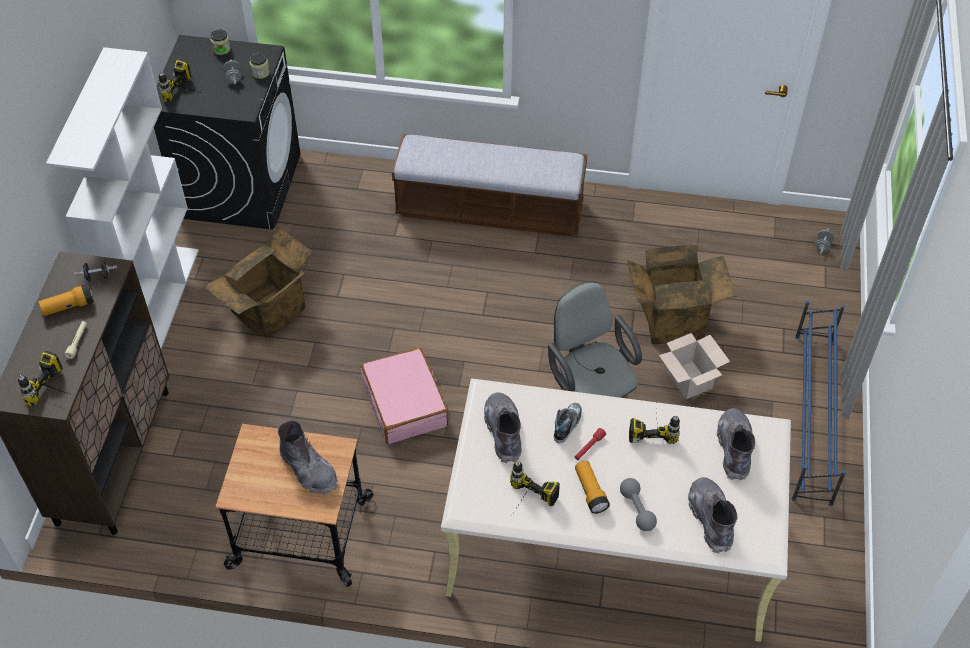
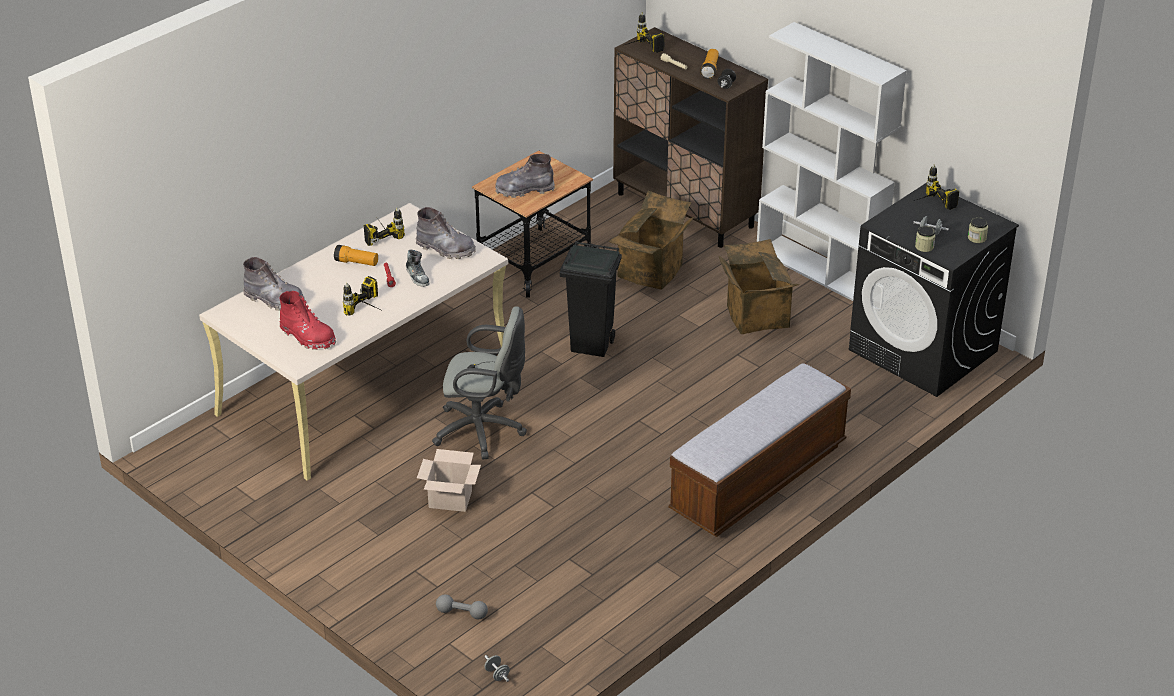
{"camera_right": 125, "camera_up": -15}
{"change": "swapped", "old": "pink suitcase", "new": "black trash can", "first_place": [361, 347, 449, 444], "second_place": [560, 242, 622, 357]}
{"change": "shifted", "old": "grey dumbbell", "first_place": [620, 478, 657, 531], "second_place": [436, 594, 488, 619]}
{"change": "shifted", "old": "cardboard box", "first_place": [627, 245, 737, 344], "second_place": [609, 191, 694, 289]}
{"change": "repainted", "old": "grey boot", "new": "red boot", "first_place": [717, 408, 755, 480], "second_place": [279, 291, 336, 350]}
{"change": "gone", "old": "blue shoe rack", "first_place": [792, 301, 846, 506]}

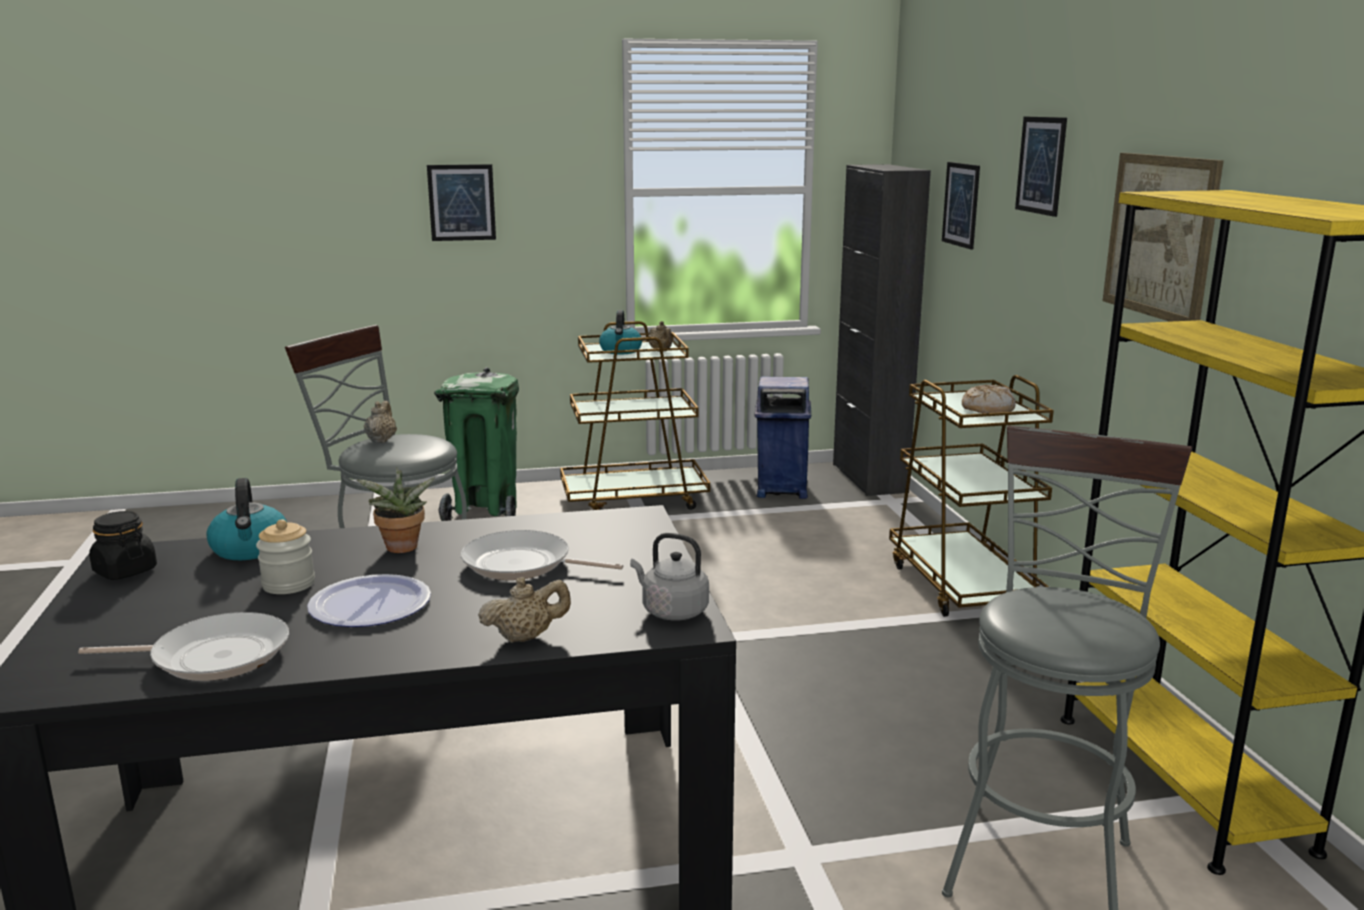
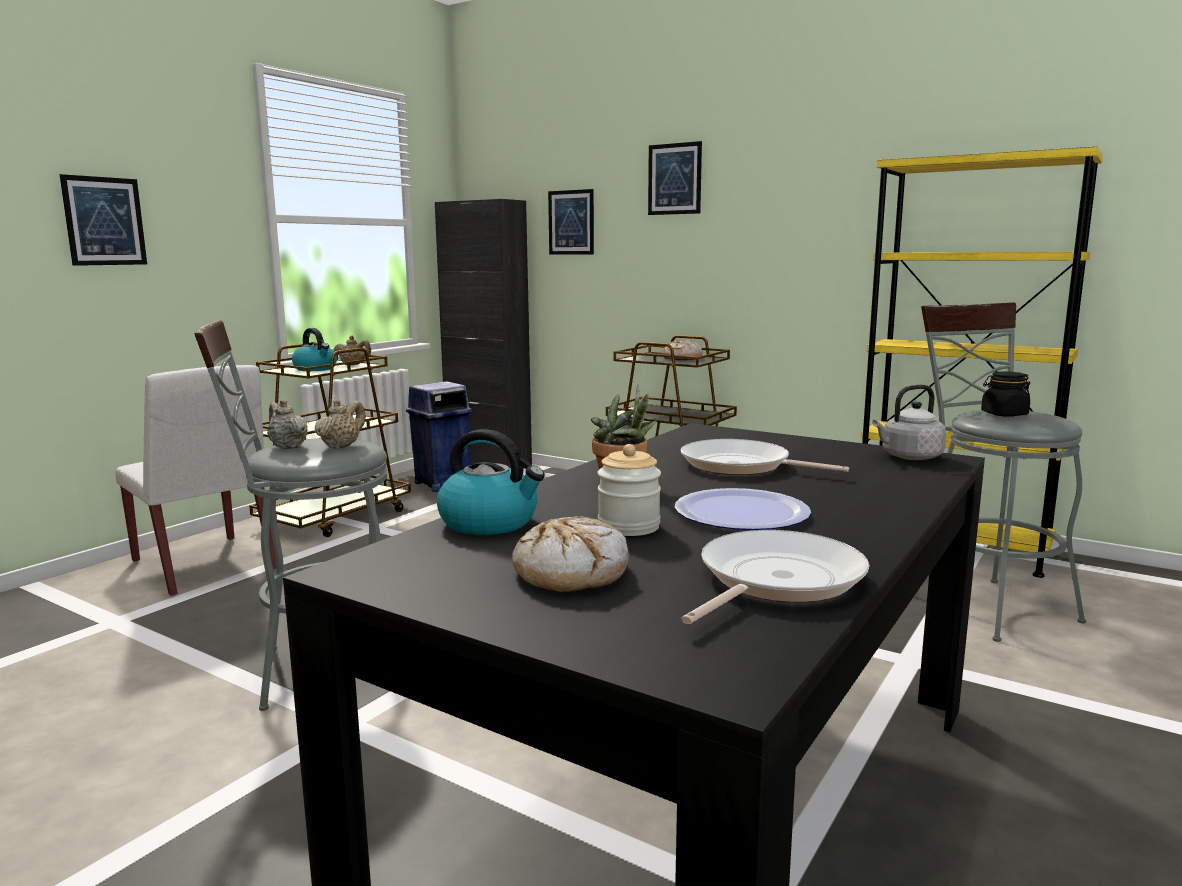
{"camera_right": -45, "camera_up": -5}
{"change": "shifted", "old": "black jar", "first_place": [89, 511, 157, 580], "second_place": [981, 371, 1030, 417]}
{"change": "swapped", "old": "green trash can", "new": "white chair", "first_place": [434, 367, 519, 521], "second_place": [115, 365, 276, 596]}
{"change": "rotated", "old": "frying pan", "first_place": [460, 530, 623, 580], "second_place": [681, 439, 849, 475], "degrees": 60}
{"change": "shifted", "old": "beige teapot", "first_place": [478, 577, 571, 643], "second_place": [315, 399, 366, 449]}
{"change": "gone", "old": "picture", "first_place": [1103, 153, 1224, 322]}
{"change": "new", "new": "bread", "second_place": [512, 516, 629, 592]}

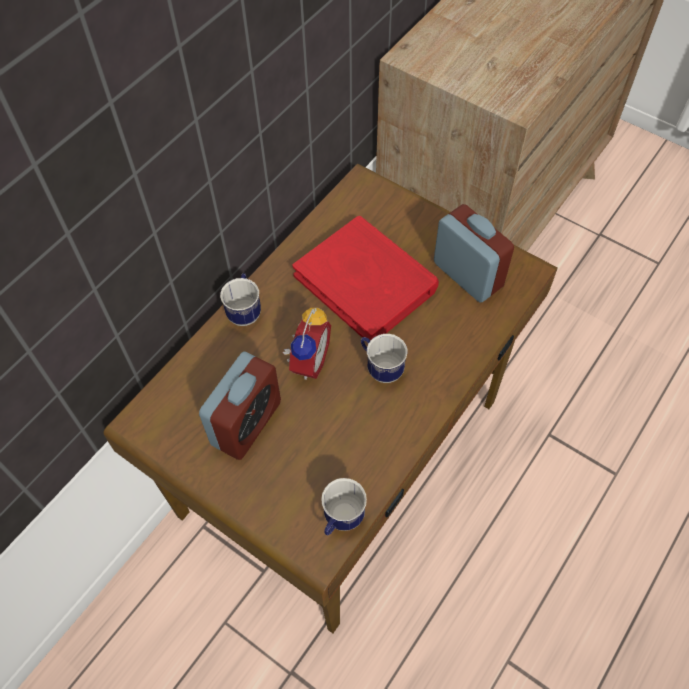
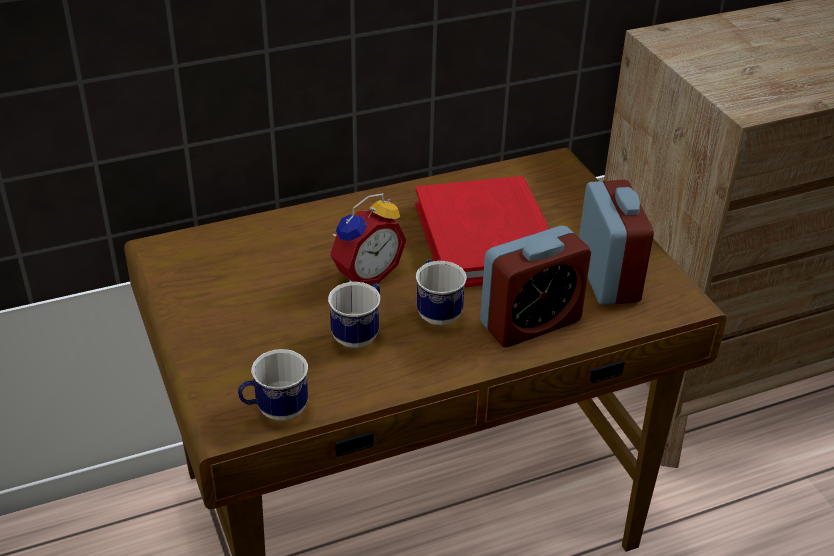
{"camera_right": 30, "camera_up": -20}
{"change": "shifted", "old": "alarm clock", "first_place": [199, 351, 281, 460], "second_place": [480, 226, 591, 347]}
{"change": "shifted", "old": "mug", "first_place": [220, 273, 261, 326], "second_place": [328, 282, 380, 348]}

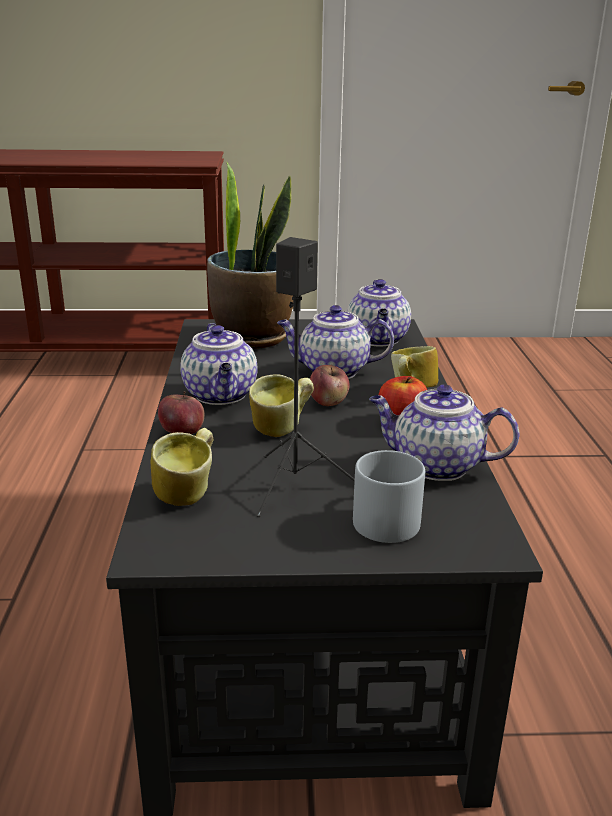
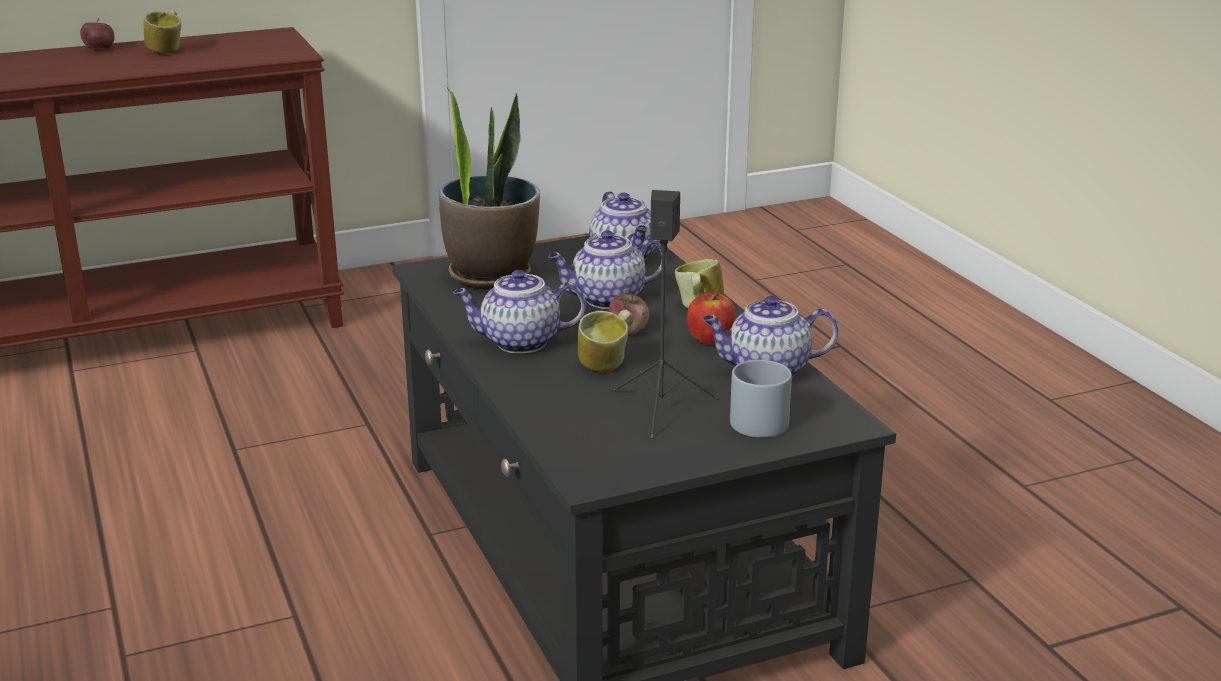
{"camera_right": -20, "camera_up": 0}
{"change": "shifted", "old": "mug", "first_place": [150, 428, 213, 506], "second_place": [144, 10, 182, 53]}
{"change": "shifted", "old": "apple", "first_place": [158, 391, 205, 434], "second_place": [80, 18, 115, 49]}
{"change": "rotated", "old": "teapot", "first_place": [180, 323, 258, 405], "second_place": [453, 270, 586, 353], "degrees": 120}

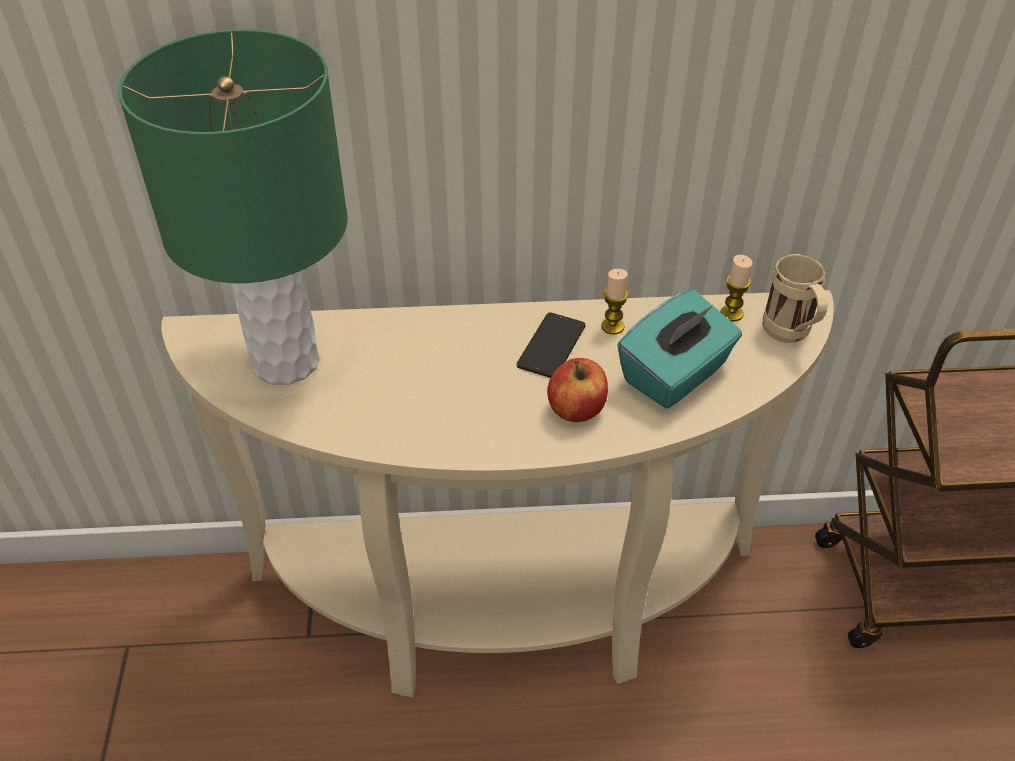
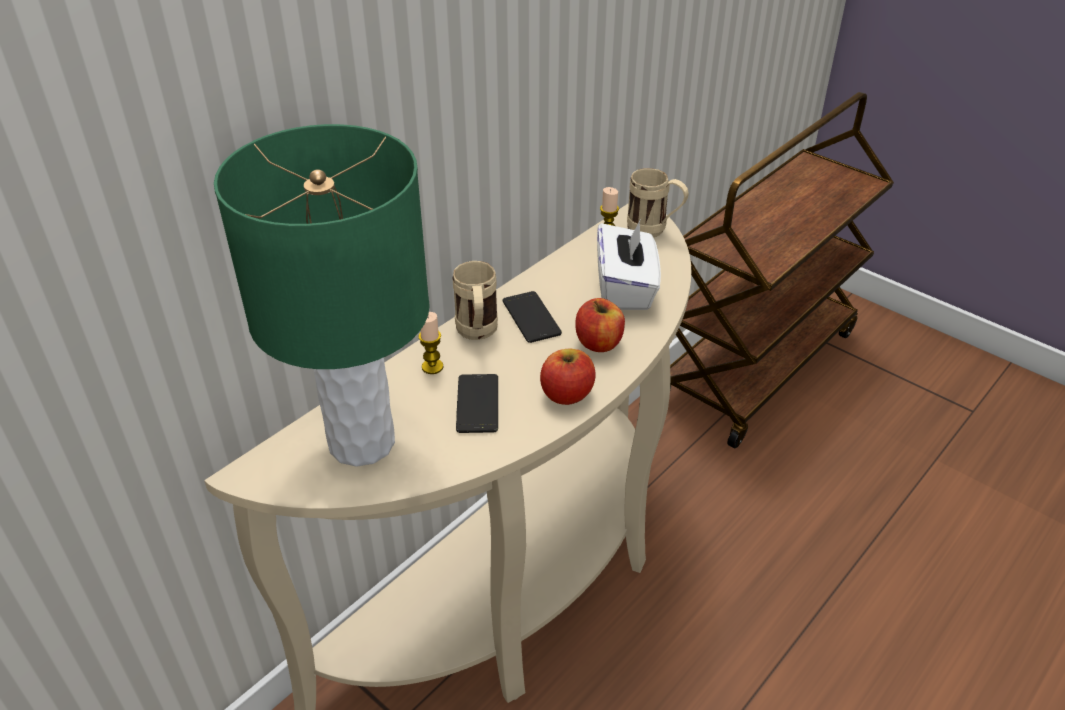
{"camera_right": -45, "camera_up": -5}
{"change": "shifted", "old": "candle", "first_place": [601, 269, 628, 335], "second_place": [418, 312, 443, 374]}
{"change": "repainted", "old": "turquoise tissue box", "new": "white tissue box", "first_place": [617, 290, 742, 408], "second_place": [597, 220, 661, 310]}
{"change": "new", "new": "beige mug", "second_place": [452, 261, 498, 340]}
{"change": "new", "new": "phone", "second_place": [456, 374, 498, 433]}
{"change": "new", "new": "apple", "second_place": [540, 348, 596, 405]}

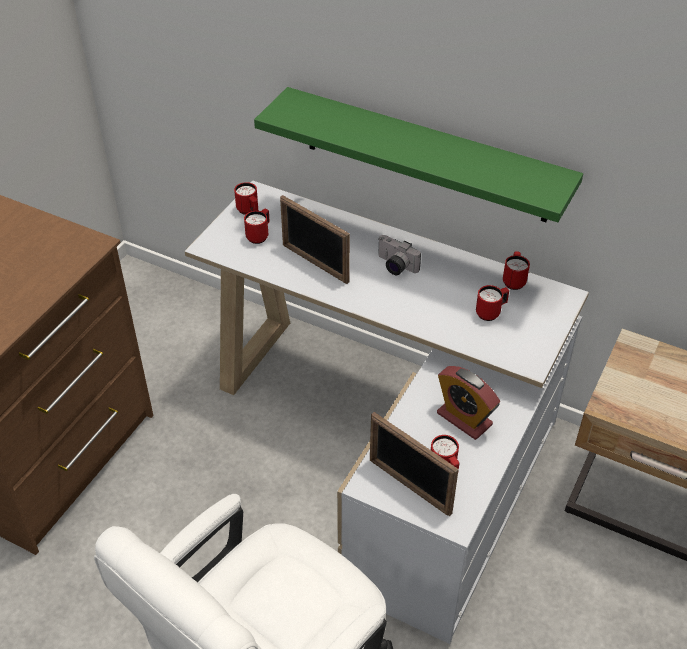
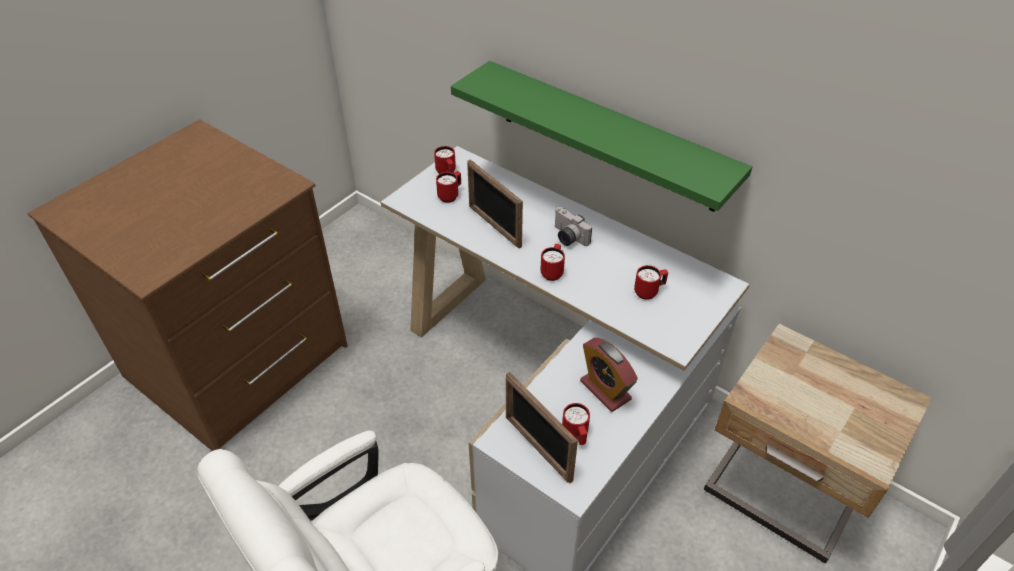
{"camera_right": 10, "camera_up": 0}
{"change": "shifted", "old": "red mug", "first_place": [503, 251, 530, 290], "second_place": [541, 244, 565, 281]}

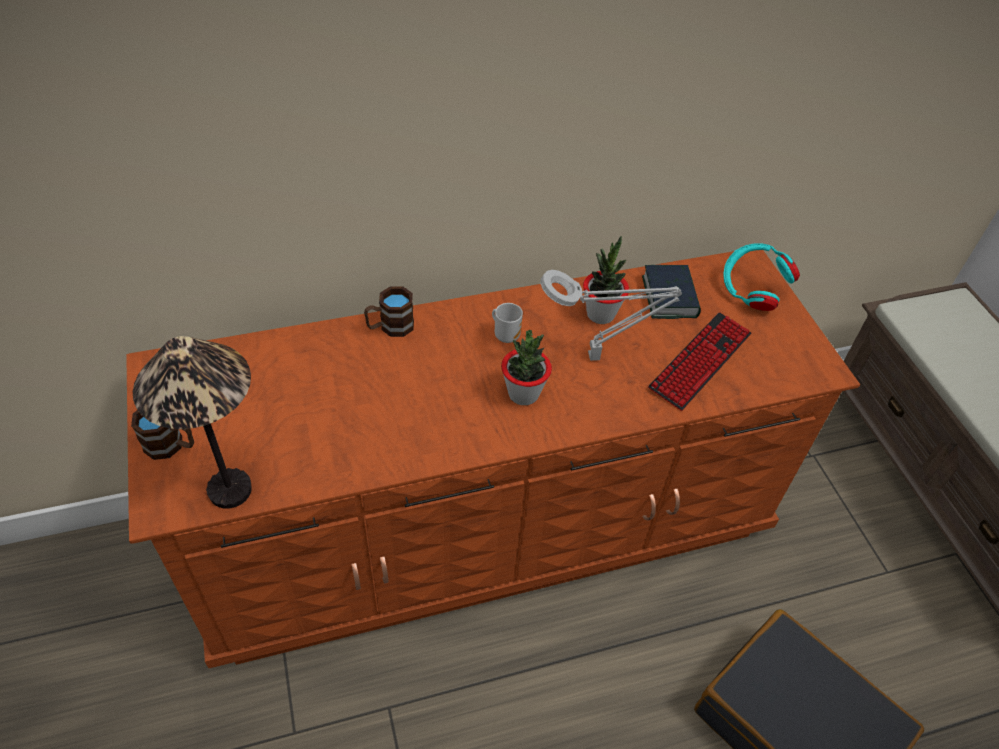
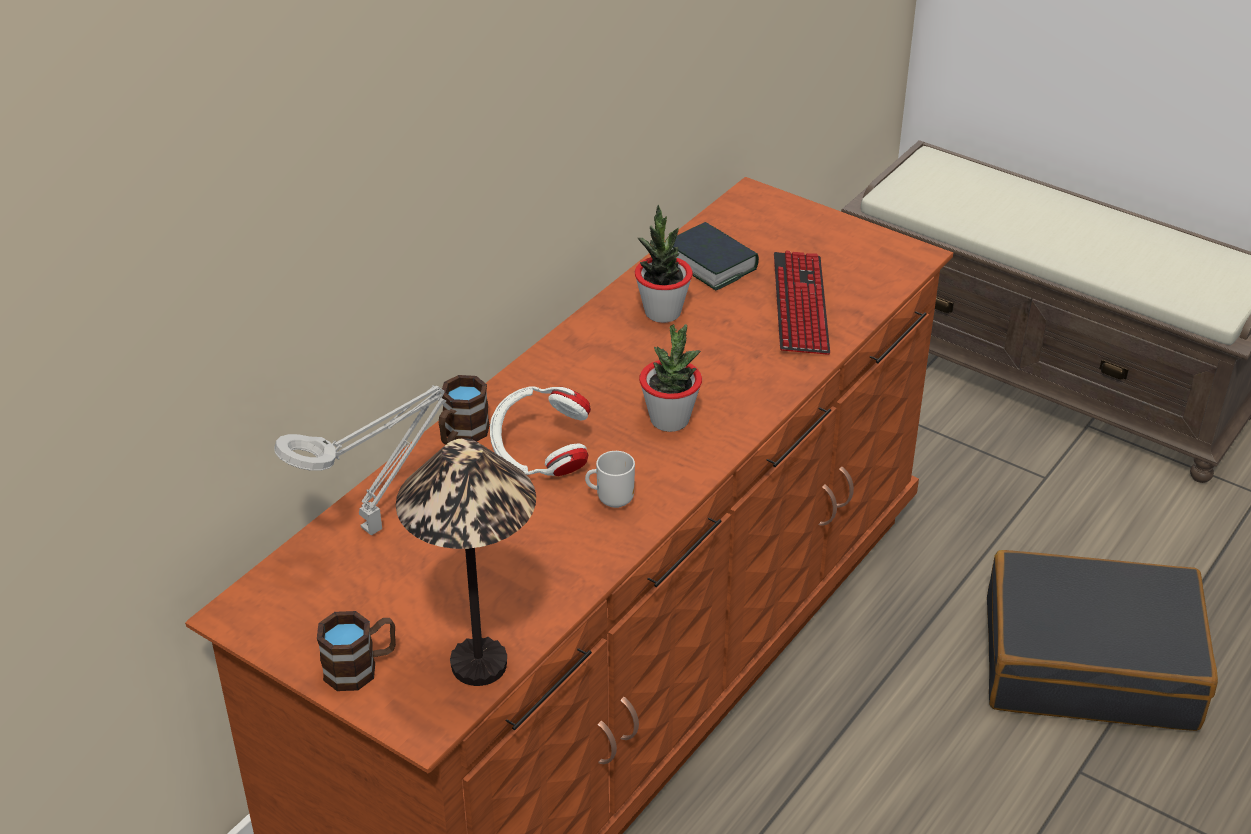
{"camera_right": -35, "camera_up": -10}
{"change": "shifted", "old": "mug", "first_place": [492, 303, 523, 343], "second_place": [585, 451, 635, 508]}
{"change": "shifted", "old": "grey table lamp", "first_place": [540, 270, 682, 361], "second_place": [274, 385, 446, 536]}
{"change": "gone", "old": "turquoise headphones", "first_place": [723, 244, 800, 311]}
{"change": "new", "new": "white headphones", "second_place": [490, 387, 591, 476]}

